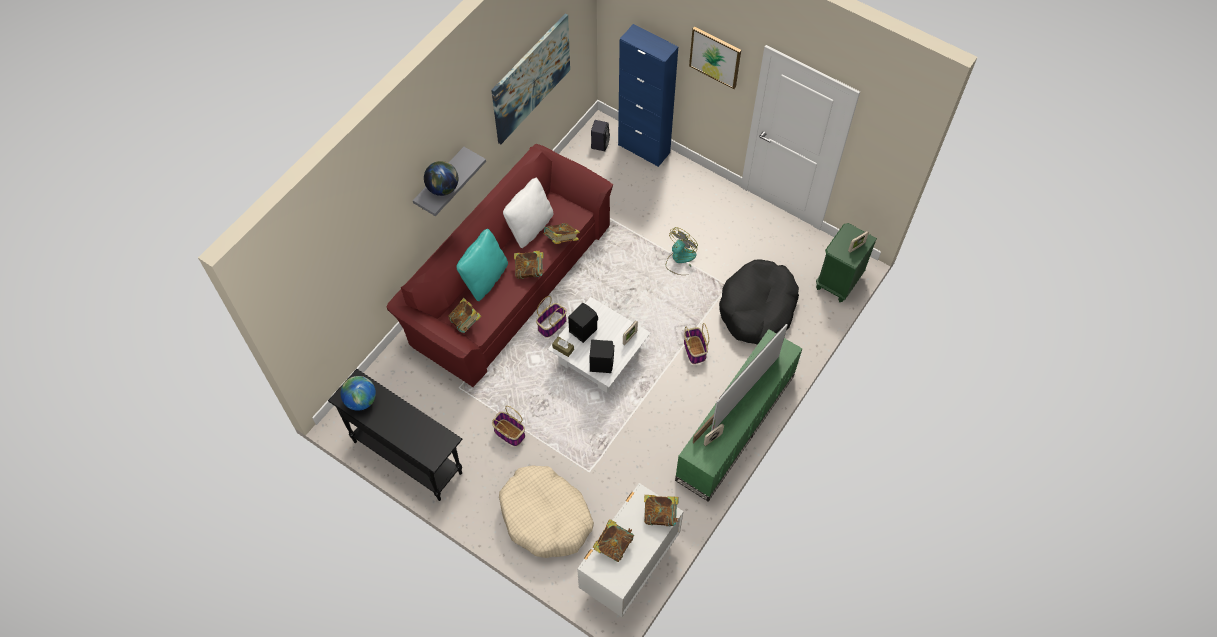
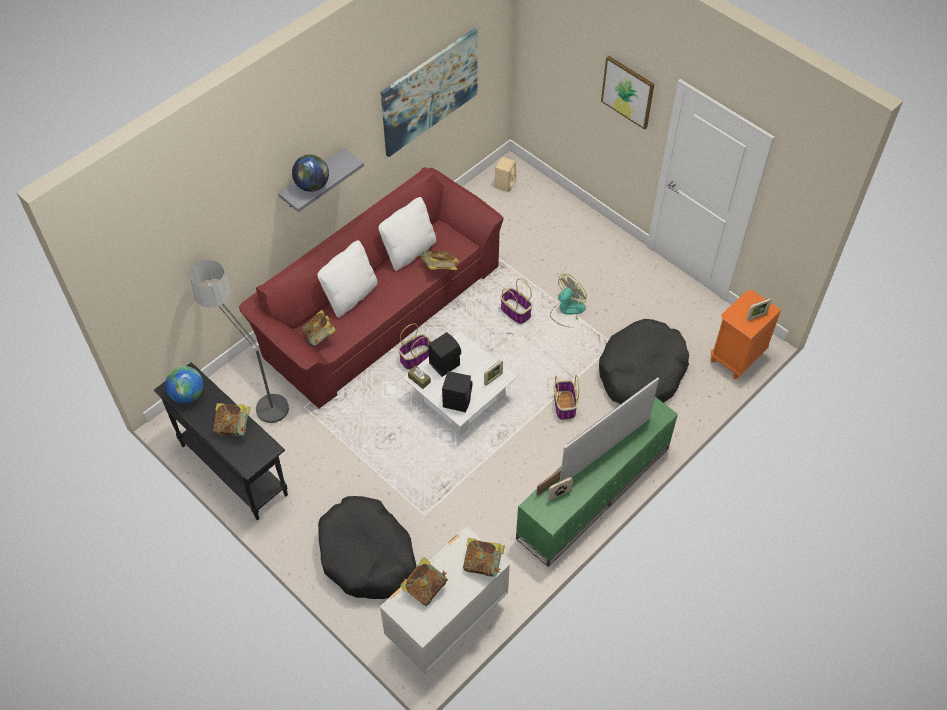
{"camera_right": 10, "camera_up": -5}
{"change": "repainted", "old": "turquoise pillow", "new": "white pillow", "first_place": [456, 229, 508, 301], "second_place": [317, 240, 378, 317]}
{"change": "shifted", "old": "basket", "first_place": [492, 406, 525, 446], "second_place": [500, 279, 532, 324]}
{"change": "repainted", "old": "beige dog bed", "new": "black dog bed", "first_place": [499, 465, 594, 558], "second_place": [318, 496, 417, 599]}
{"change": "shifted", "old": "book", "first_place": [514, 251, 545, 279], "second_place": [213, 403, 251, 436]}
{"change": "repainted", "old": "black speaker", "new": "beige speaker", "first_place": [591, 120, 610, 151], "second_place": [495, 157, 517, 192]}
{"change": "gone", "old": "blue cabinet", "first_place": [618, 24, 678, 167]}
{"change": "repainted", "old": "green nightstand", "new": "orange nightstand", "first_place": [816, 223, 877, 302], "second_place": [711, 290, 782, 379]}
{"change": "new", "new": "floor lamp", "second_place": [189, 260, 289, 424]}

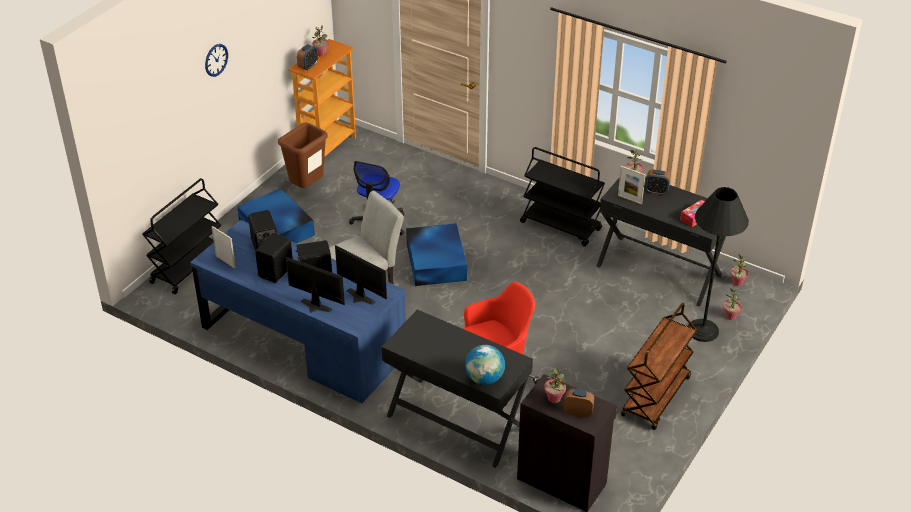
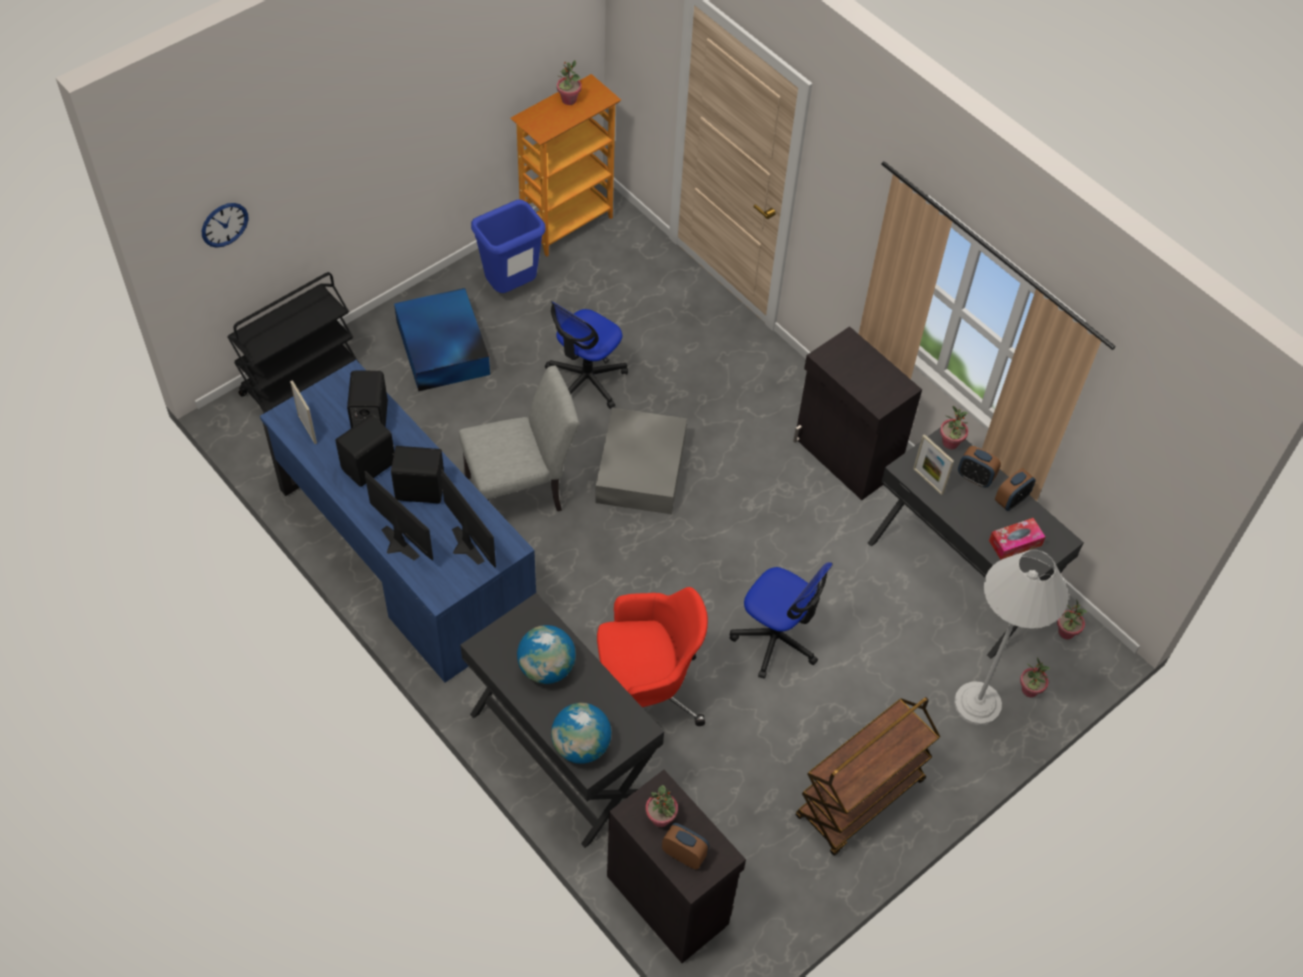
{"camera_right": 15, "camera_up": 15}
{"change": "shifted", "old": "wall clock", "first_place": [205, 44, 228, 77], "second_place": [202, 203, 248, 248]}
{"change": "repainted", "old": "brown trash can", "new": "blue trash can", "first_place": [278, 122, 328, 188], "second_place": [471, 200, 546, 293]}
{"change": "shifted", "old": "alarm clock", "first_place": [297, 44, 318, 70], "second_place": [995, 468, 1036, 511]}
{"change": "repainted", "old": "blue storage box", "new": "grey storage box", "first_place": [406, 223, 467, 286], "second_place": [595, 408, 687, 514]}
{"change": "swapped", "old": "black cart", "new": "black cabinet", "first_place": [520, 147, 605, 247], "second_place": [793, 326, 922, 500]}
{"change": "repainted", "old": "black floor lamp", "new": "white floor lamp", "first_place": [688, 187, 749, 342], "second_place": [954, 550, 1068, 725]}
{"change": "new", "new": "globe", "second_place": [517, 625, 576, 684]}
{"change": "new", "new": "office chair", "second_place": [730, 562, 833, 679]}

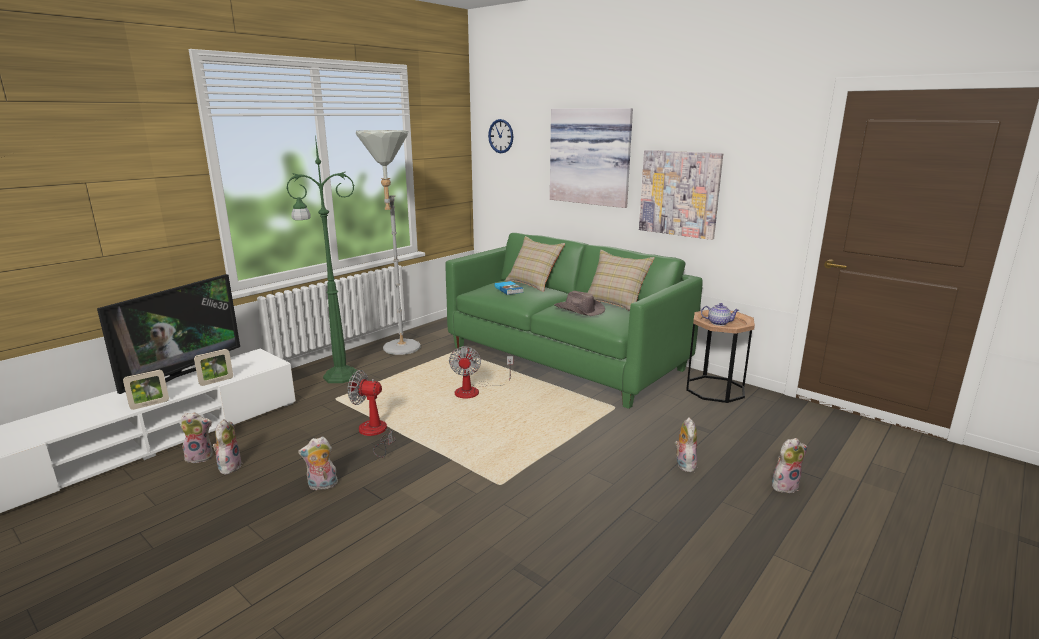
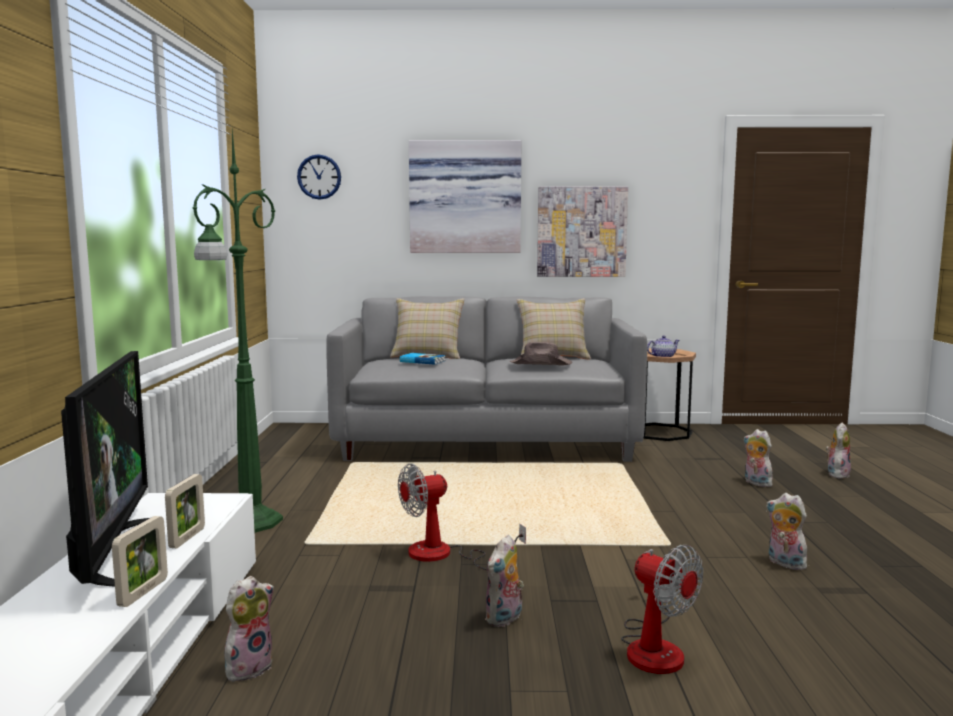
{"camera_right": -40, "camera_up": -10}
{"change": "shifted", "old": "plush toy", "first_place": [213, 419, 243, 474], "second_place": [766, 493, 807, 570]}
{"change": "gone", "old": "grey floor lamp", "first_place": [355, 130, 421, 355]}
{"change": "repainted", "old": "green sofa", "new": "grey sofa", "first_place": [446, 233, 703, 409], "second_place": [326, 296, 647, 462]}
{"change": "shifted", "old": "fan", "first_place": [449, 346, 513, 398], "second_place": [621, 545, 703, 674]}

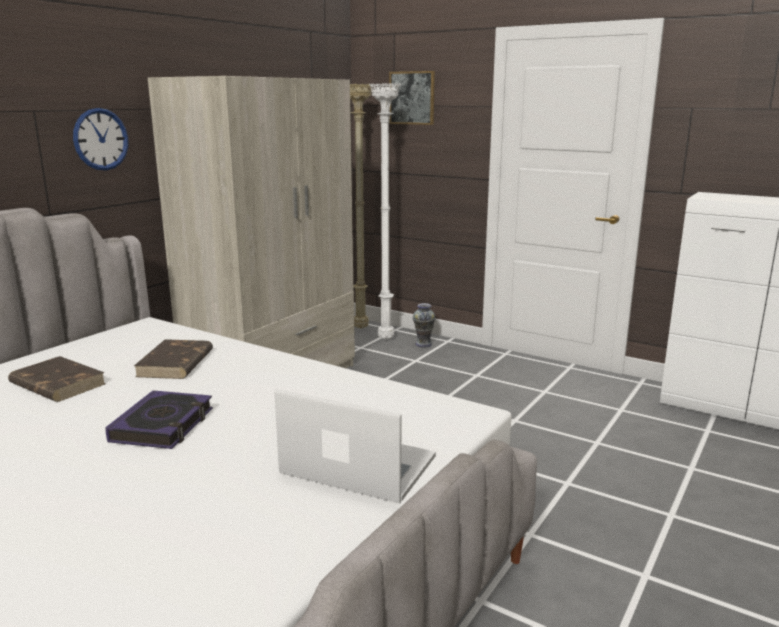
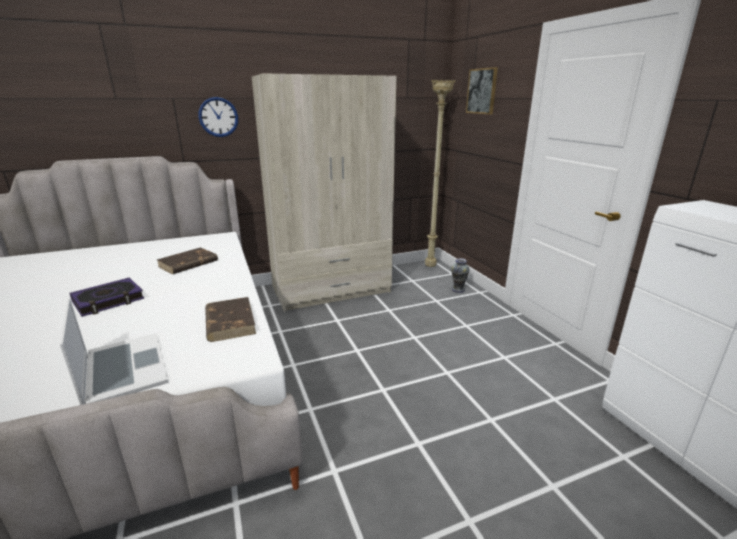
{"camera_right": 35, "camera_up": 5}
{"change": "shifted", "old": "brown book", "first_place": [8, 356, 106, 402], "second_place": [205, 297, 256, 342]}
{"change": "gone", "old": "white floor lamp", "first_place": [369, 83, 401, 340]}

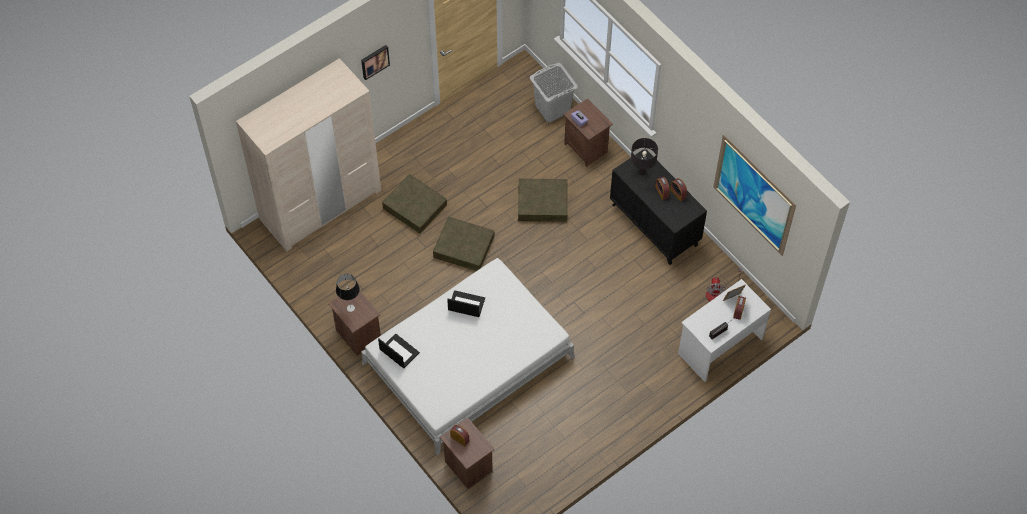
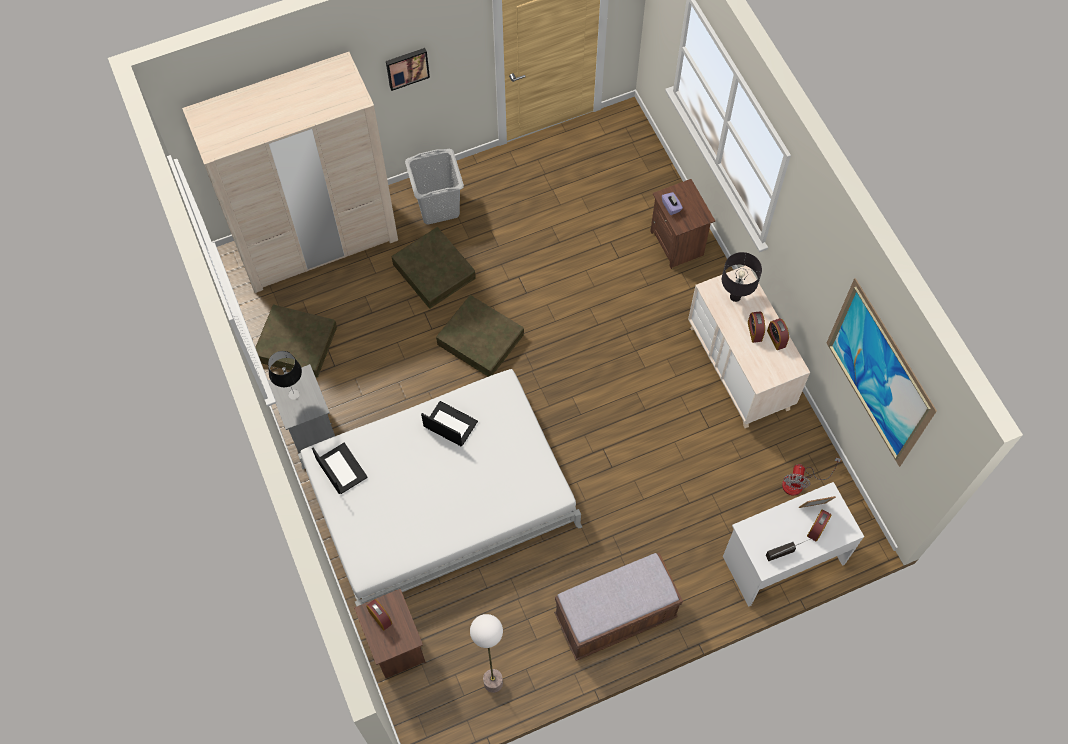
{"camera_right": 15, "camera_up": 5}
{"change": "repainted", "old": "brown nightstand", "new": "grey nightstand", "first_place": [328, 287, 381, 356], "second_place": [268, 364, 335, 453]}
{"change": "shifted", "old": "brown storage box", "first_place": [518, 178, 568, 222], "second_place": [255, 304, 337, 378]}
{"change": "shifted", "old": "grey laundry basket", "first_place": [530, 63, 578, 122], "second_place": [405, 149, 464, 224]}
{"change": "repainted", "old": "black dresser", "new": "beige dresser", "first_place": [610, 148, 707, 265], "second_place": [688, 266, 810, 428]}
{"change": "new", "new": "floor lamp", "second_place": [470, 614, 503, 693]}
{"change": "new", "new": "brown bench", "second_place": [554, 553, 683, 661]}

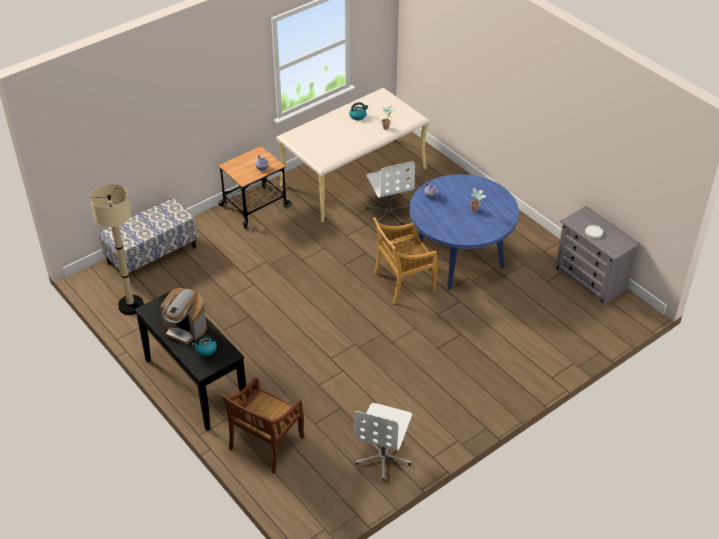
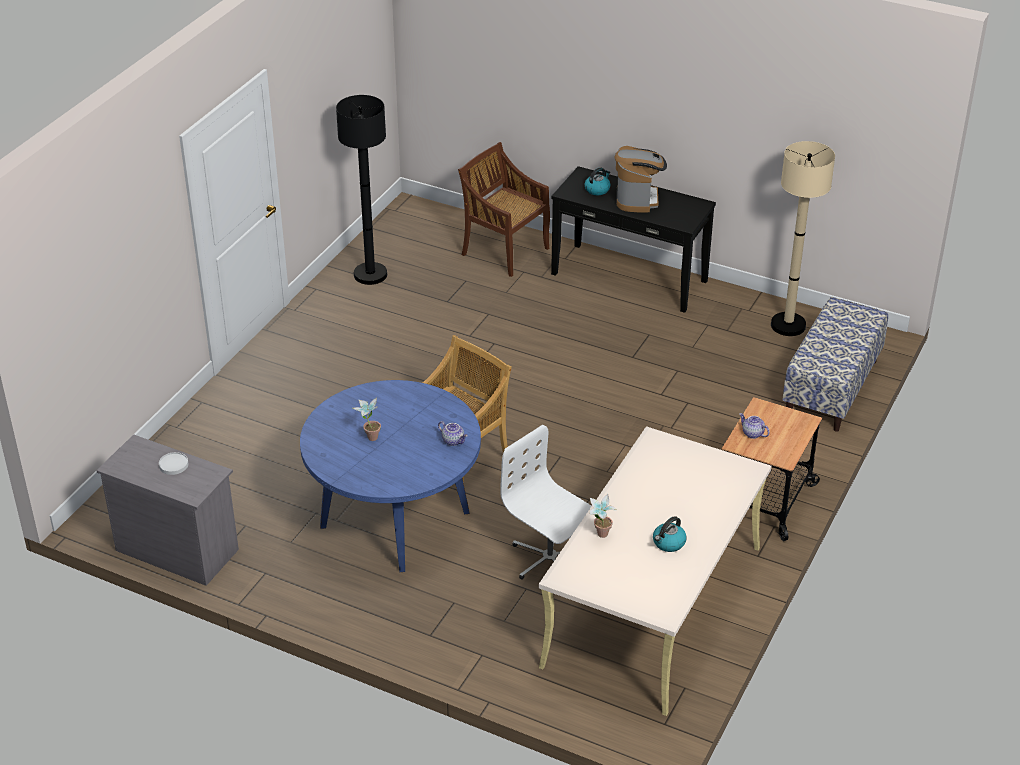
{"camera_right": 155, "camera_up": -5}
{"change": "rotated", "old": "coffee machine", "first_place": [160, 288, 207, 345], "second_place": [615, 146, 667, 212], "degrees": 90}
{"change": "rotated", "old": "brown chair", "first_place": [221, 377, 304, 474], "second_place": [458, 142, 550, 277], "degrees": -60}
{"change": "swapped", "old": "white office chair", "new": "black floor lamp", "first_place": [354, 403, 412, 481], "second_place": [336, 95, 387, 285]}

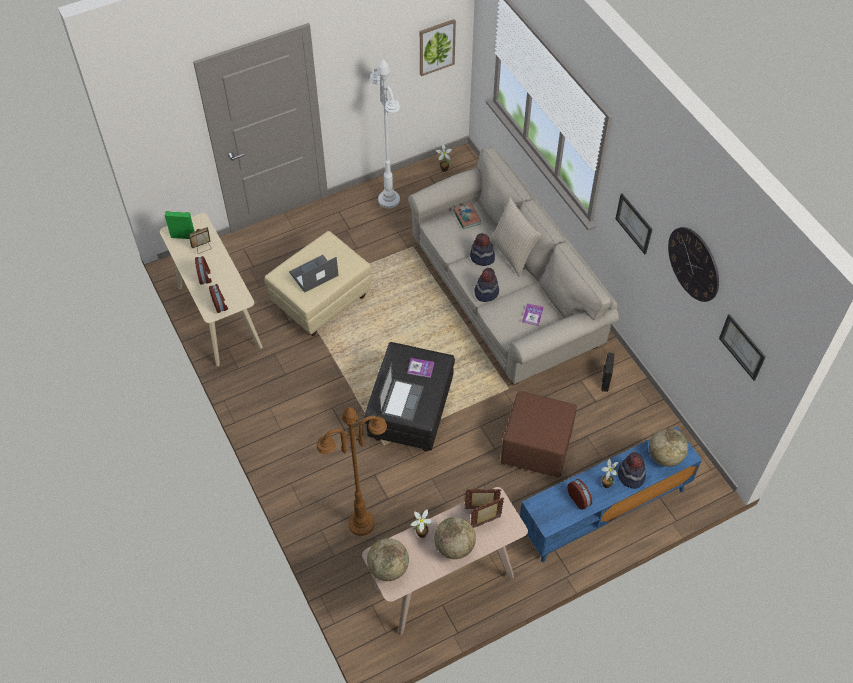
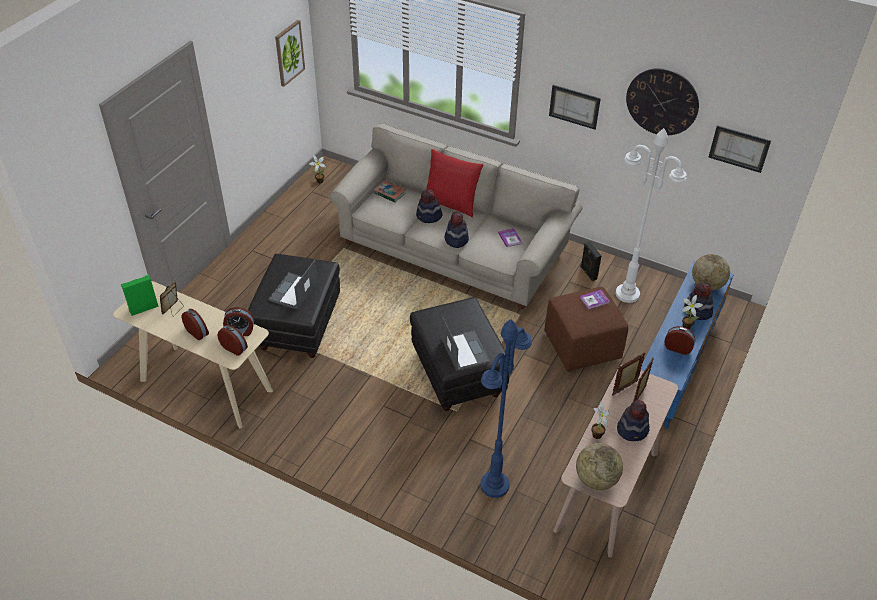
{"camera_right": -35, "camera_up": -10}
{"change": "repainted", "old": "beige ottoman", "new": "black ottoman", "first_place": [264, 231, 372, 336], "second_place": [248, 254, 340, 358]}
{"change": "repainted", "old": "brown floor lamp", "new": "blue floor lamp", "first_place": [317, 407, 387, 536], "second_place": [480, 319, 532, 498]}
{"change": "shifted", "old": "white floor lamp", "first_place": [370, 59, 400, 208], "second_place": [616, 128, 687, 303]}
{"change": "shifted", "old": "book", "first_place": [407, 358, 434, 378], "second_place": [580, 290, 609, 310]}
{"change": "swapped", "old": "globe", "new": "hat", "first_place": [434, 517, 476, 559], "second_place": [617, 400, 649, 441]}
{"change": "repainted", "old": "beige pillow", "new": "red pillow", "first_place": [490, 197, 542, 277], "second_place": [426, 149, 484, 217]}
{"change": "new", "new": "alarm clock", "second_place": [223, 307, 254, 336]}

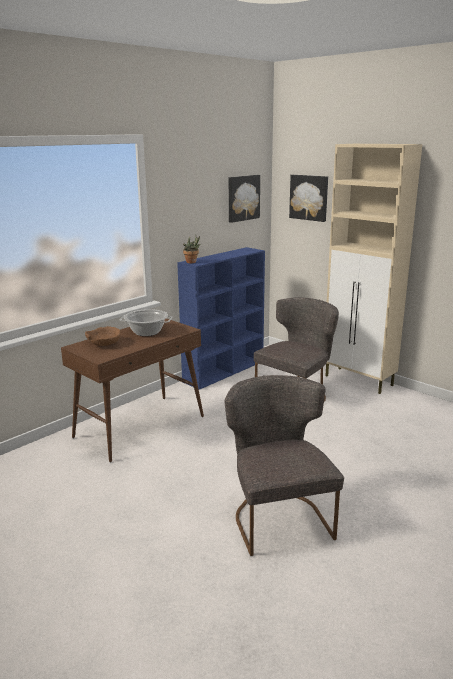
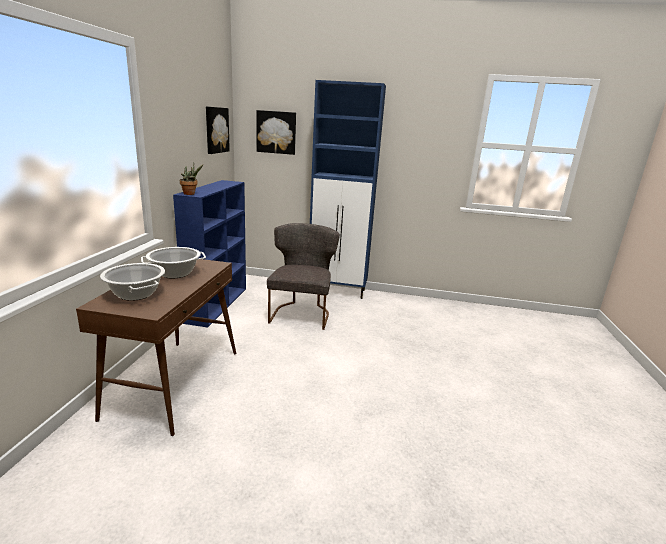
{"camera_right": -35, "camera_up": 0}
{"change": "swapped", "old": "brown bowl", "new": "cooking pot", "first_place": [85, 326, 121, 346], "second_place": [100, 263, 165, 301]}
{"change": "gone", "old": "grey chair", "first_place": [225, 375, 344, 556]}
{"change": "repainted", "old": "beige cabinet", "new": "blue cabinet", "first_place": [325, 144, 422, 394], "second_place": [310, 80, 386, 299]}

